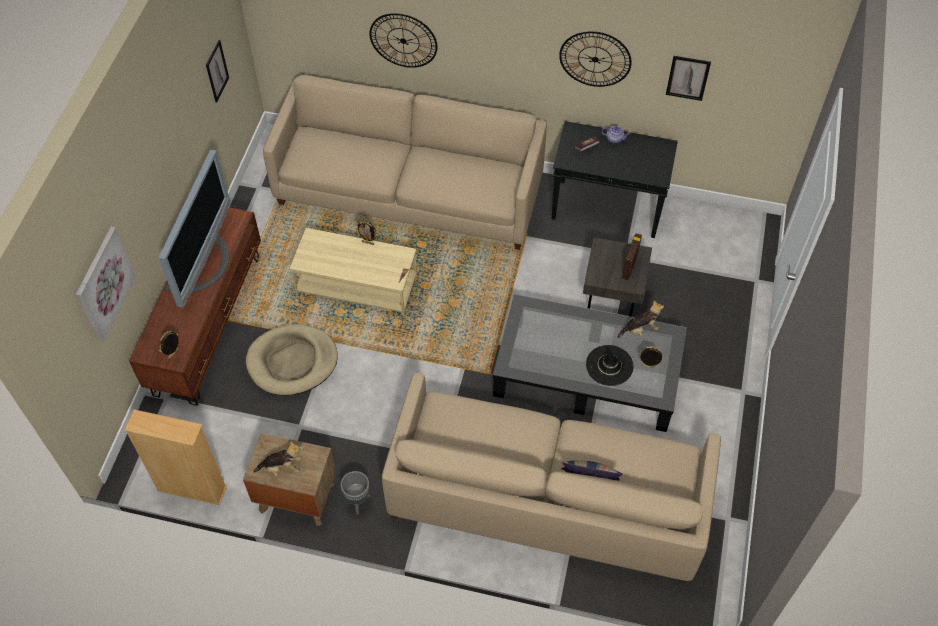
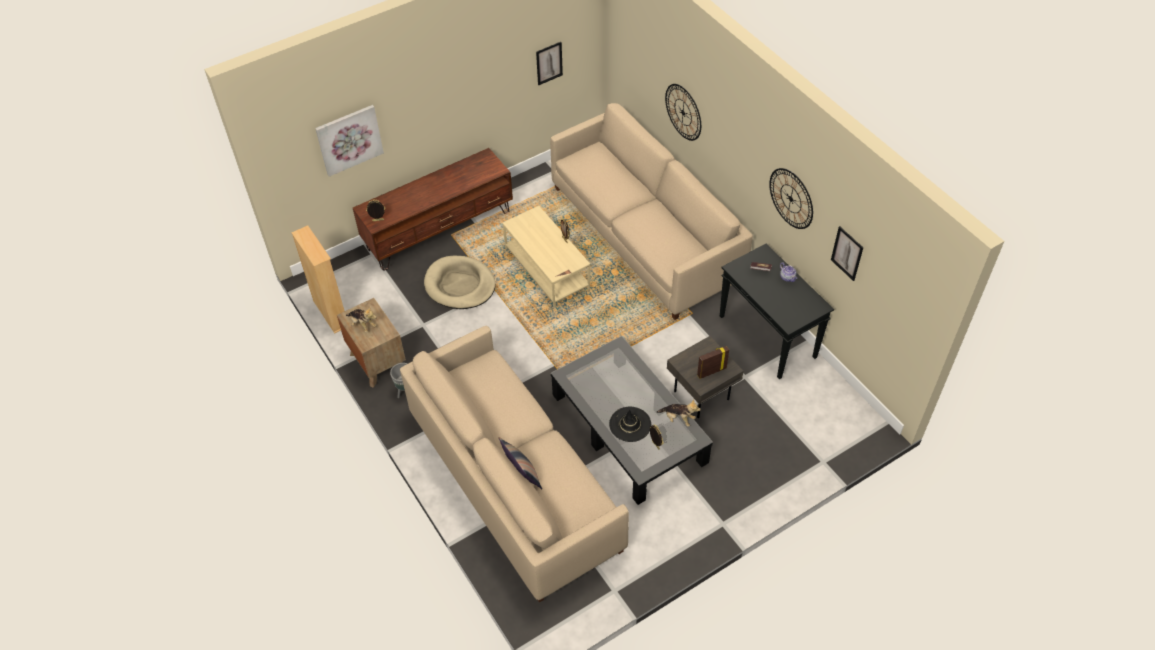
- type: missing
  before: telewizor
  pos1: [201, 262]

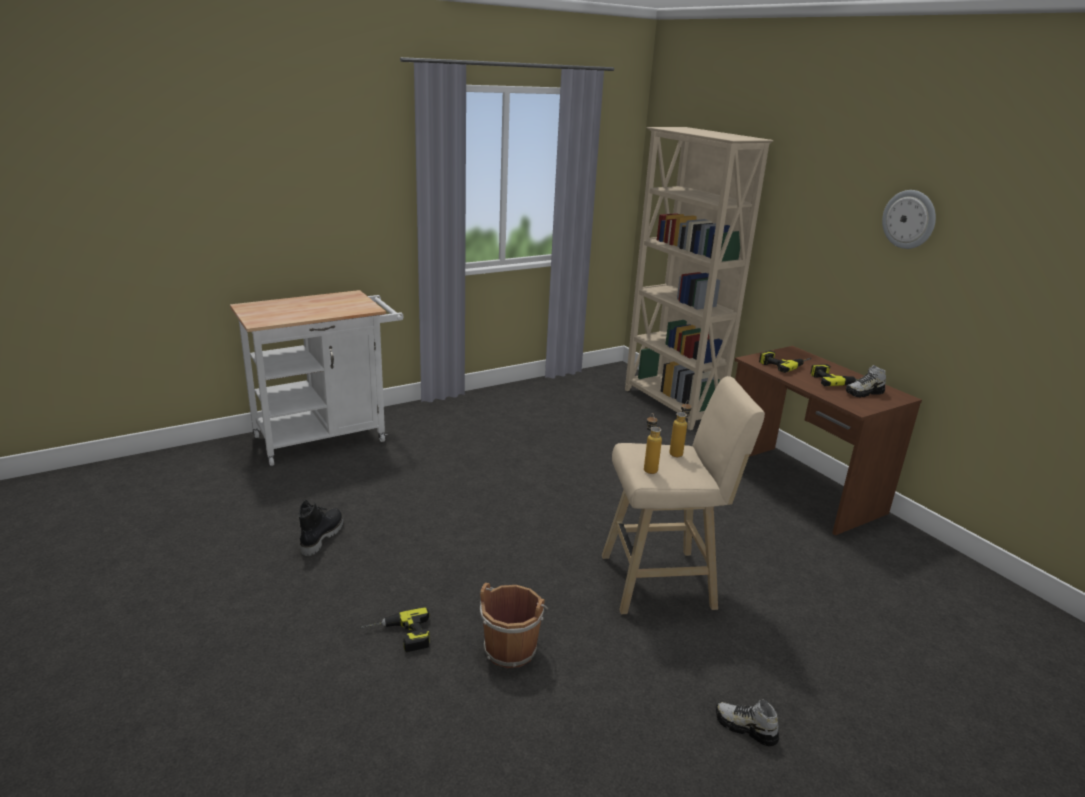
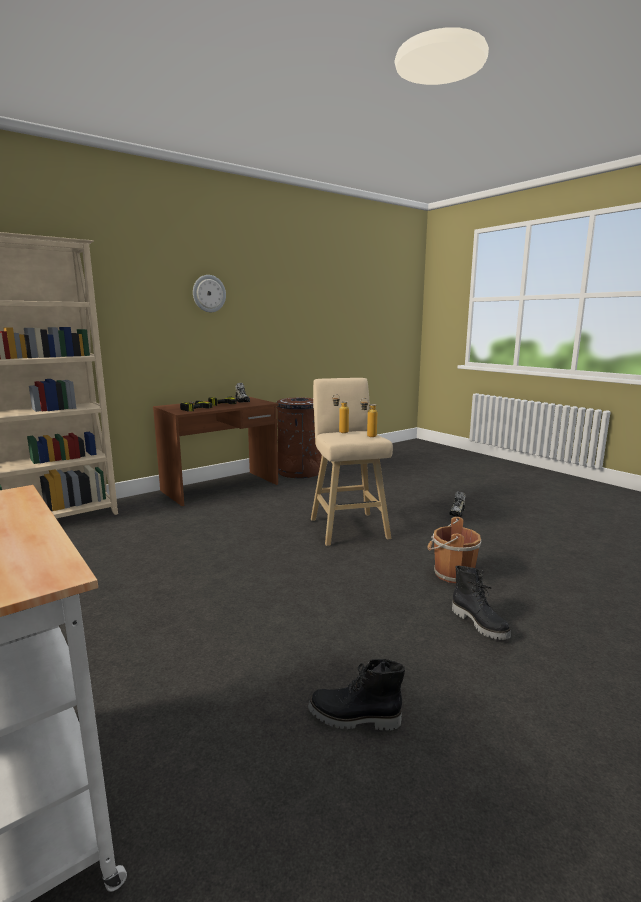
- type: appeared
  after: kosz na śmieci (brązowy)
  pos2: [300, 471]
- type: exchanged
  before: wiertarka
  after: but z cholewką (czarny)
  pos1: [398, 636]
  pos2: [480, 624]

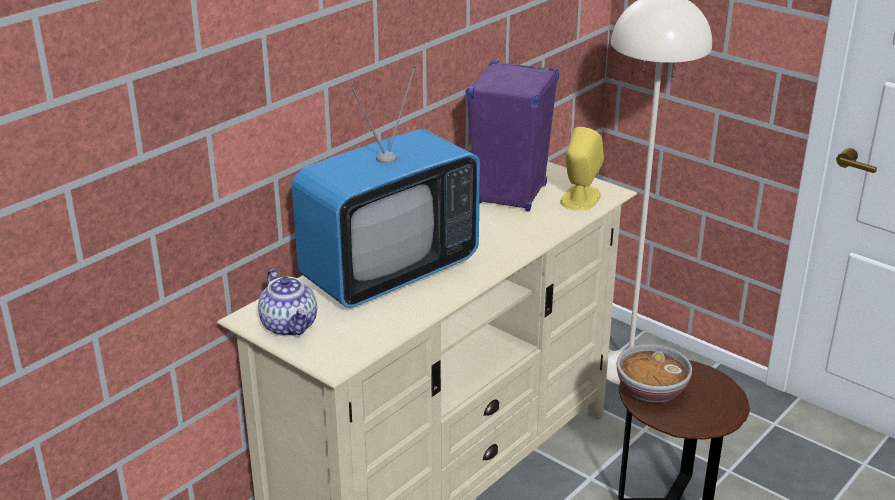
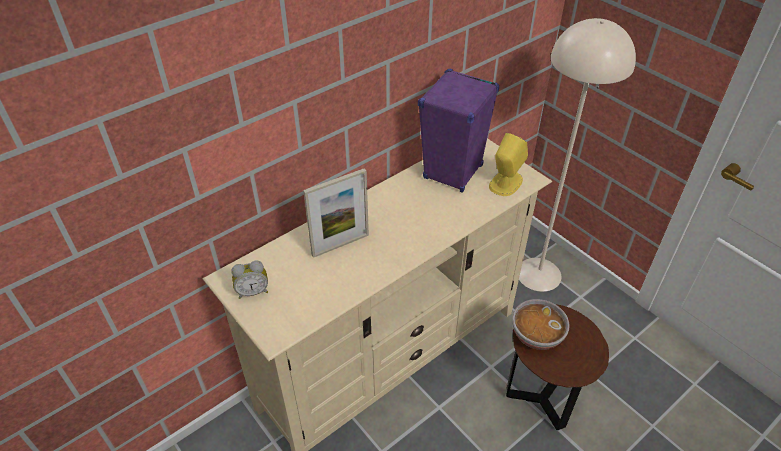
- type: exchanged
  before: imbryk
  after: budzik
  pos1: [290, 326]
  pos2: [253, 291]
- type: exchanged
  before: telewizor
  after: ramka na zdjęcie
  pos1: [389, 273]
  pos2: [340, 245]

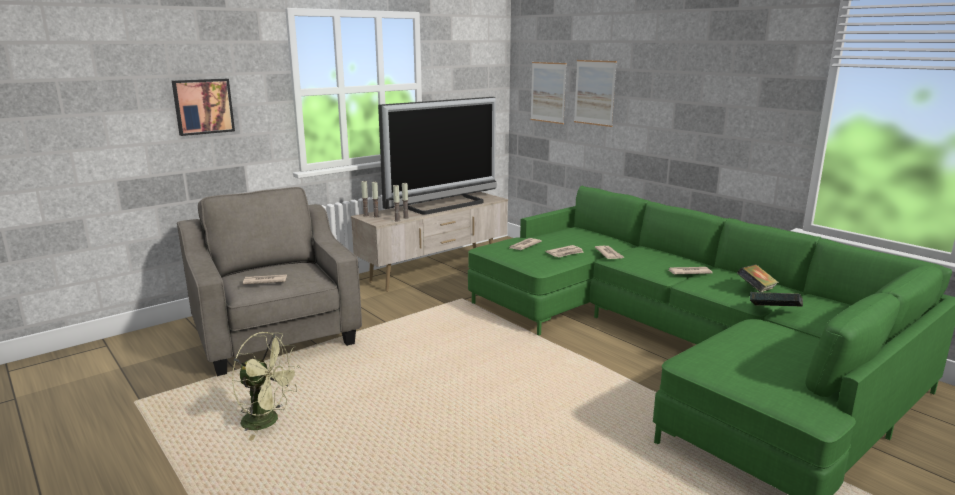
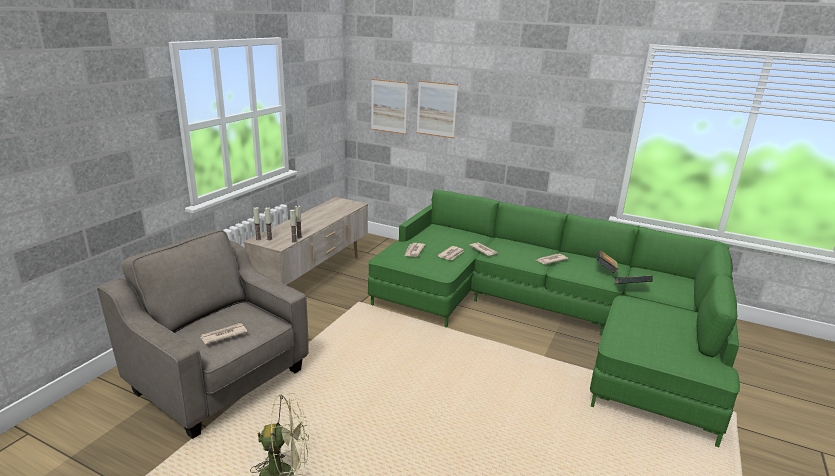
- type: missing
  before: obraz
  pos1: [203, 106]
- type: missing
  before: telewizor
  pos1: [446, 205]

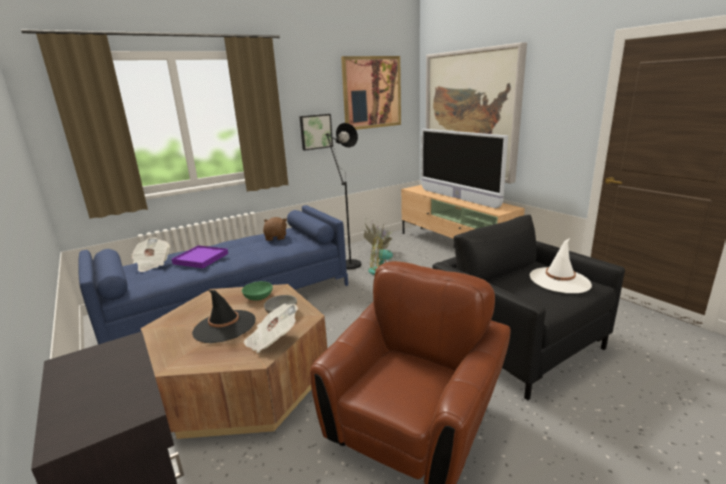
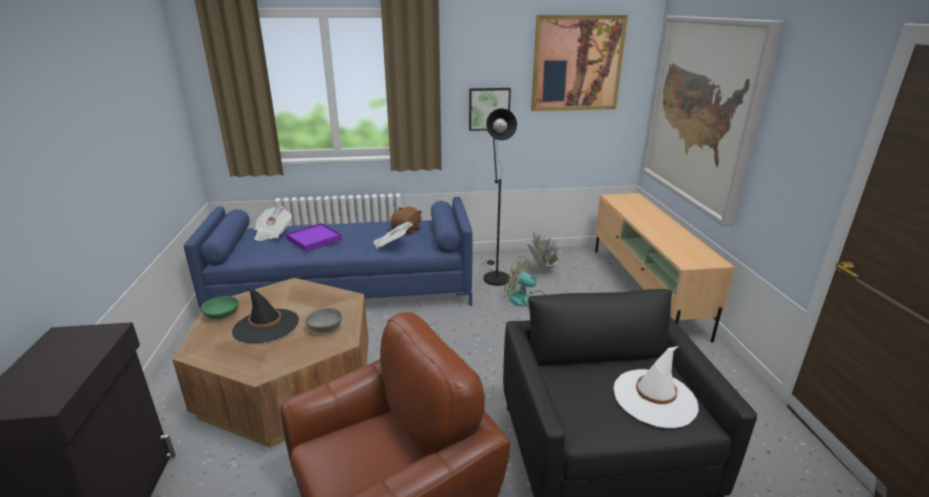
- type: relocated
  before: miska (zielony)
  pos1: [259, 297]
  pos2: [222, 315]
- type: relocated
  before: gazeta
  pos1: [272, 340]
  pos2: [392, 244]
- type: missing
  before: telewizor
  pos1: [457, 198]

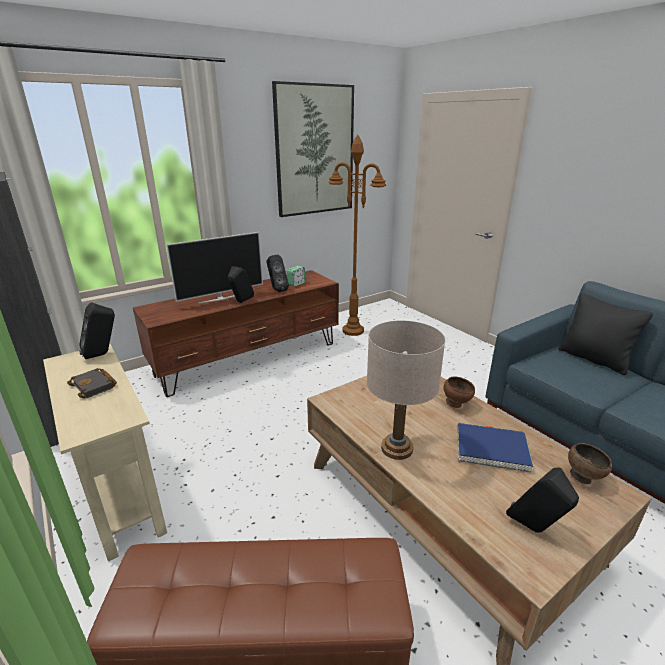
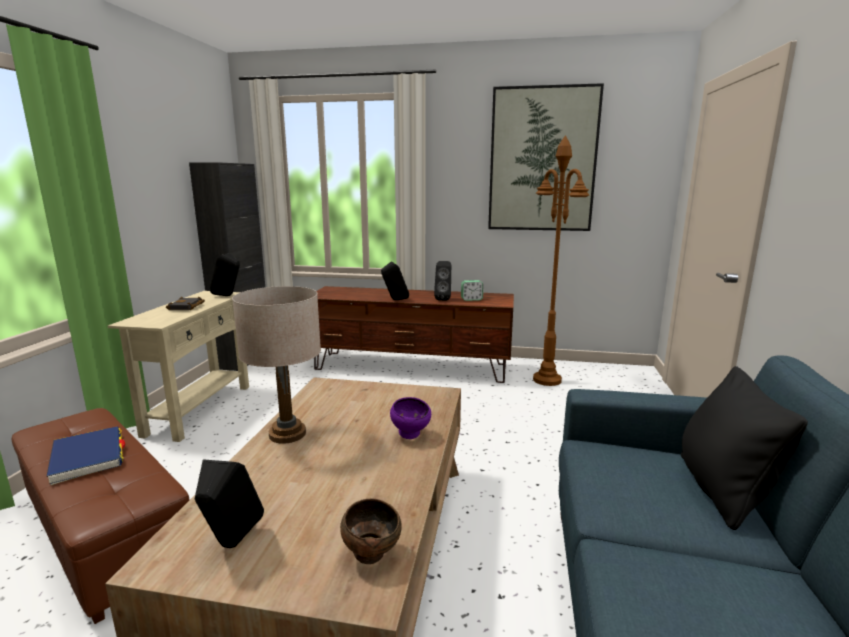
- type: relocated
  before: książka (niebieski)
  pos1: [491, 449]
  pos2: [88, 457]
- type: colour
  before: miska (brązowy)
  after: miska (fioletowy)
  pos1: [456, 404]
  pos2: [411, 435]
- type: missing
  before: telewizor
  pos1: [221, 298]

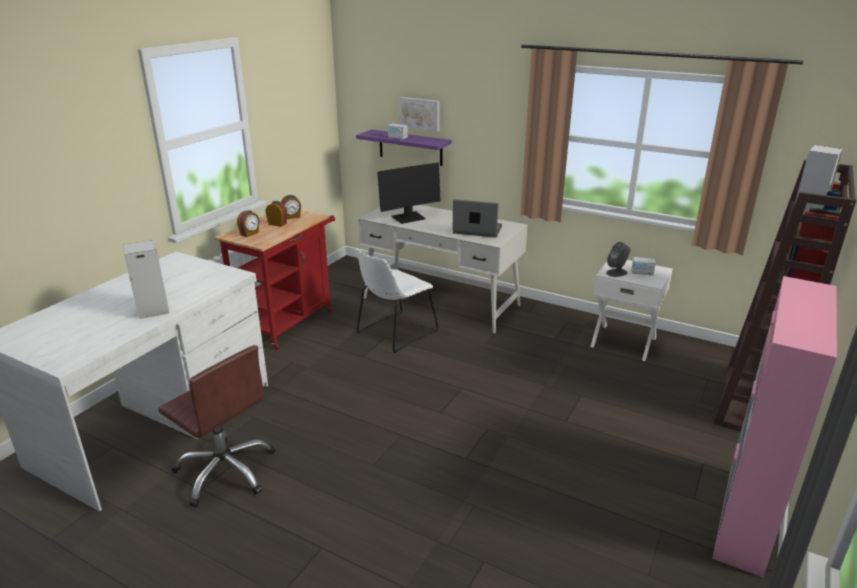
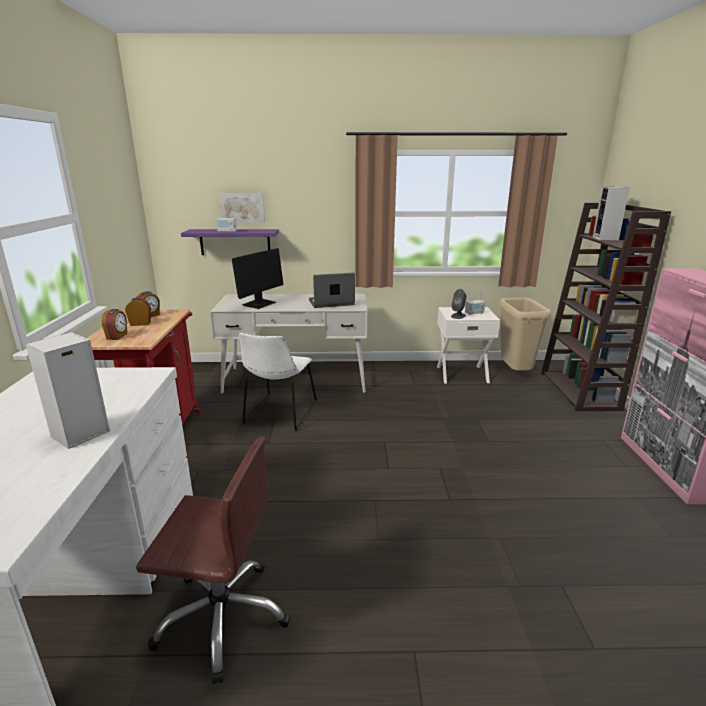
- type: appeared
  after: kosz na śmieci (beżowy)
  pos2: [515, 373]

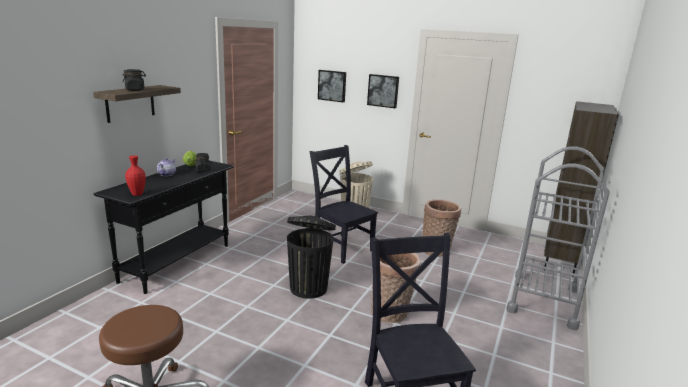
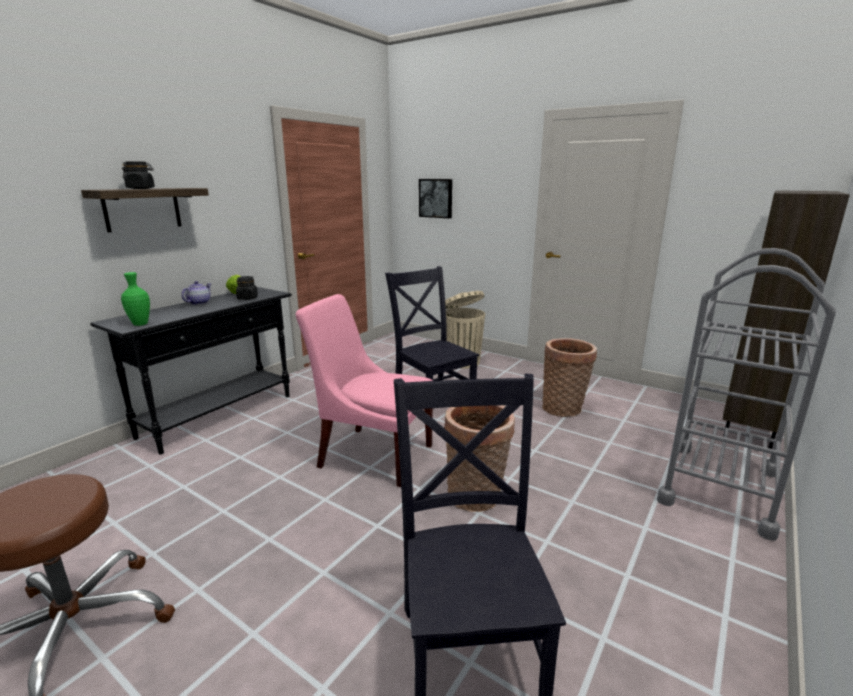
- type: colour
  before: wazon (czerwony)
  after: wazon (zielony)
  pos1: [137, 194]
  pos2: [140, 324]
- type: exchanged
  before: kosz na śmieci (czarny)
  after: krzesło (różowy)
  pos1: [309, 287]
  pos2: [372, 454]
- type: missing
  before: obraz
  pos1: [383, 91]

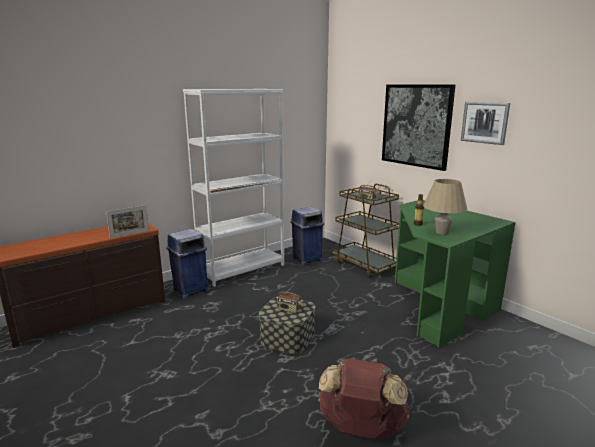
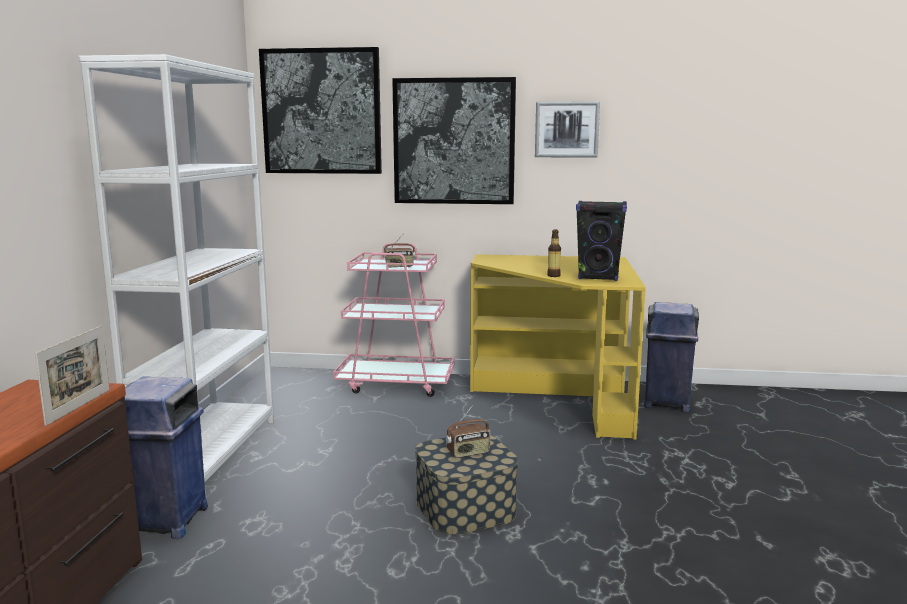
- type: appeared
  after: obraz
  pos2: [321, 111]
- type: colour
  before: wózek (brązowy)
  after: wózek (różowy)
  pos1: [365, 265]
  pos2: [396, 384]
- type: colour
  before: biurko (zielony)
  after: biurko (żółty)
  pos1: [435, 305]
  pos2: [557, 399]
- type: exchanged
  before: lampa stołowa (beżowy)
  after: głośnik (czarny)
  pos1: [442, 232]
  pos2: [598, 277]
- type: relocated
  before: kosz na śmieci (niebieski)
  pos1: [306, 259]
  pos2: [666, 403]
- type: missing
  before: plecak (brązowy)
  pos1: [361, 429]

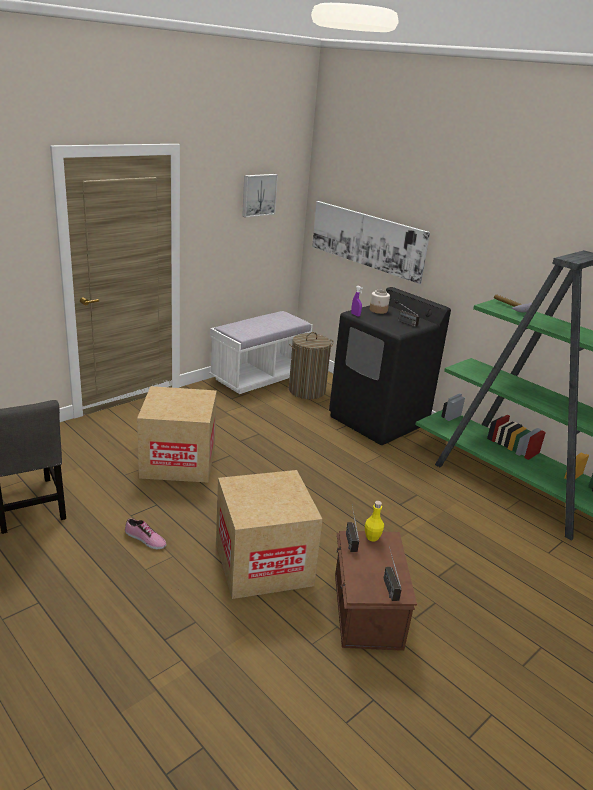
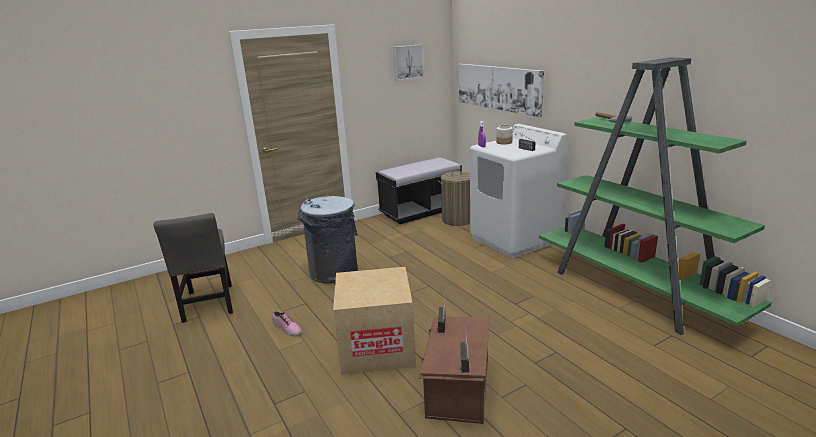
- type: exchanged
  before: karton
  after: kosz na śmieci (szary)
  pos1: [178, 461]
  pos2: [334, 272]
- type: colour
  before: ławka (biały)
  after: ławka (czarny)
  pos1: [259, 377]
  pos2: [420, 211]
- type: colour
  before: pralka (czarny)
  after: pralka (biały)
  pos1: [378, 420]
  pos2: [514, 239]
- type: missing
  before: butelka (żółty)
  pos1: [372, 537]

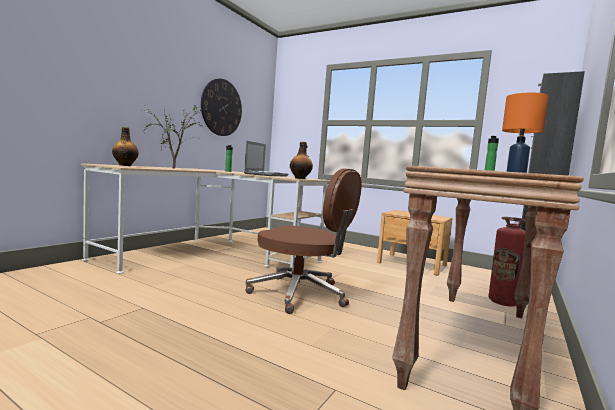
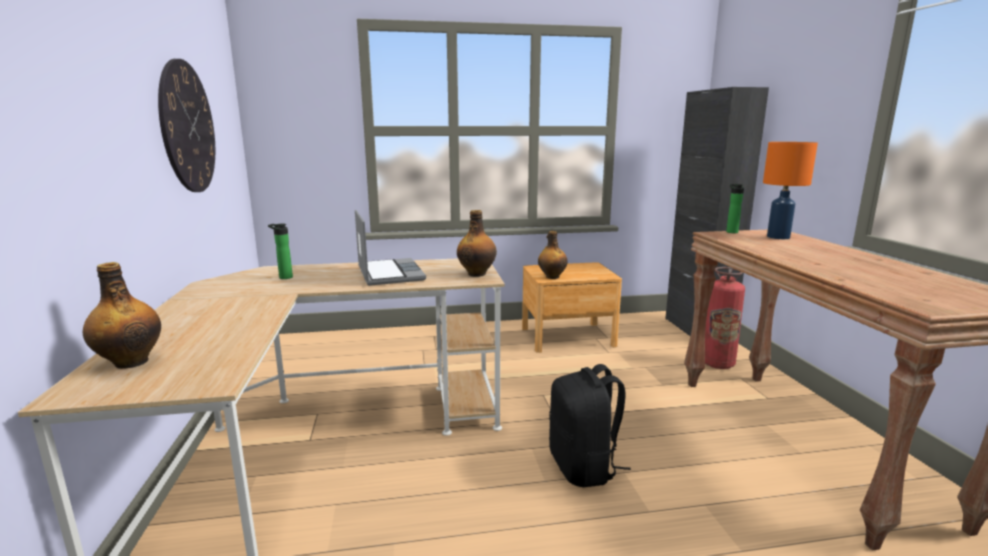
- type: appeared
  after: butelka
  pos2: [552, 277]
- type: exchanged
  before: krzesło biurowe (brązowy)
  after: plecak (czarny)
  pos1: [300, 294]
  pos2: [584, 467]
- type: missing
  before: roślina doniczkowa
  pos1: [175, 168]

